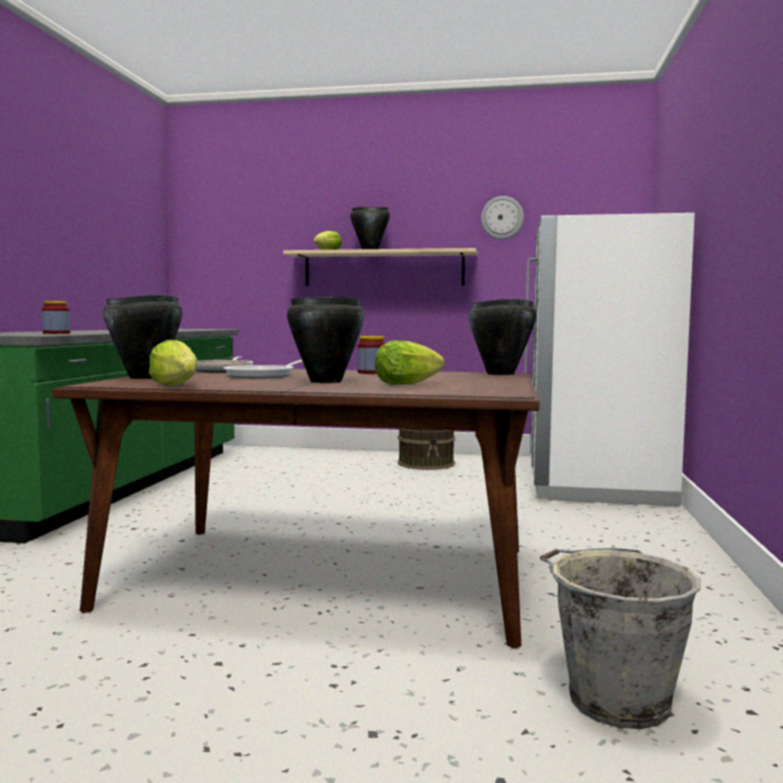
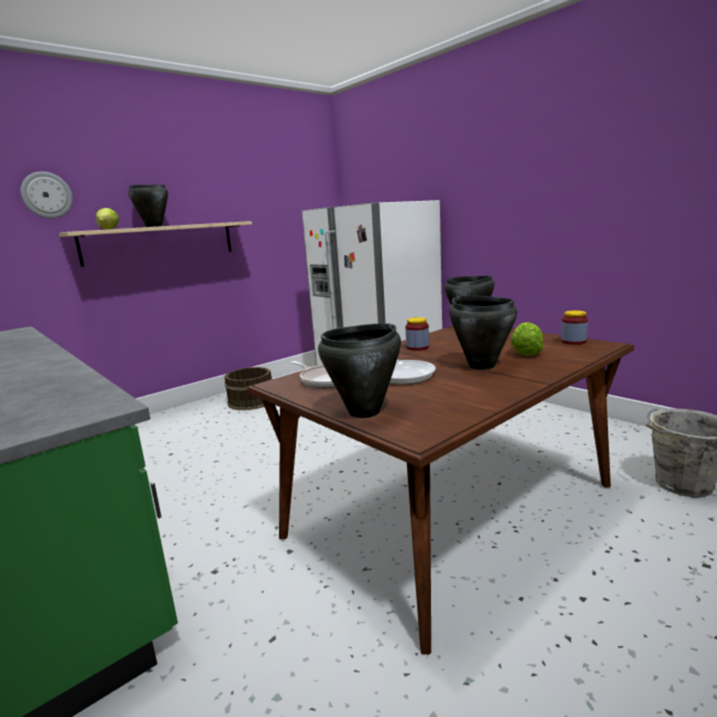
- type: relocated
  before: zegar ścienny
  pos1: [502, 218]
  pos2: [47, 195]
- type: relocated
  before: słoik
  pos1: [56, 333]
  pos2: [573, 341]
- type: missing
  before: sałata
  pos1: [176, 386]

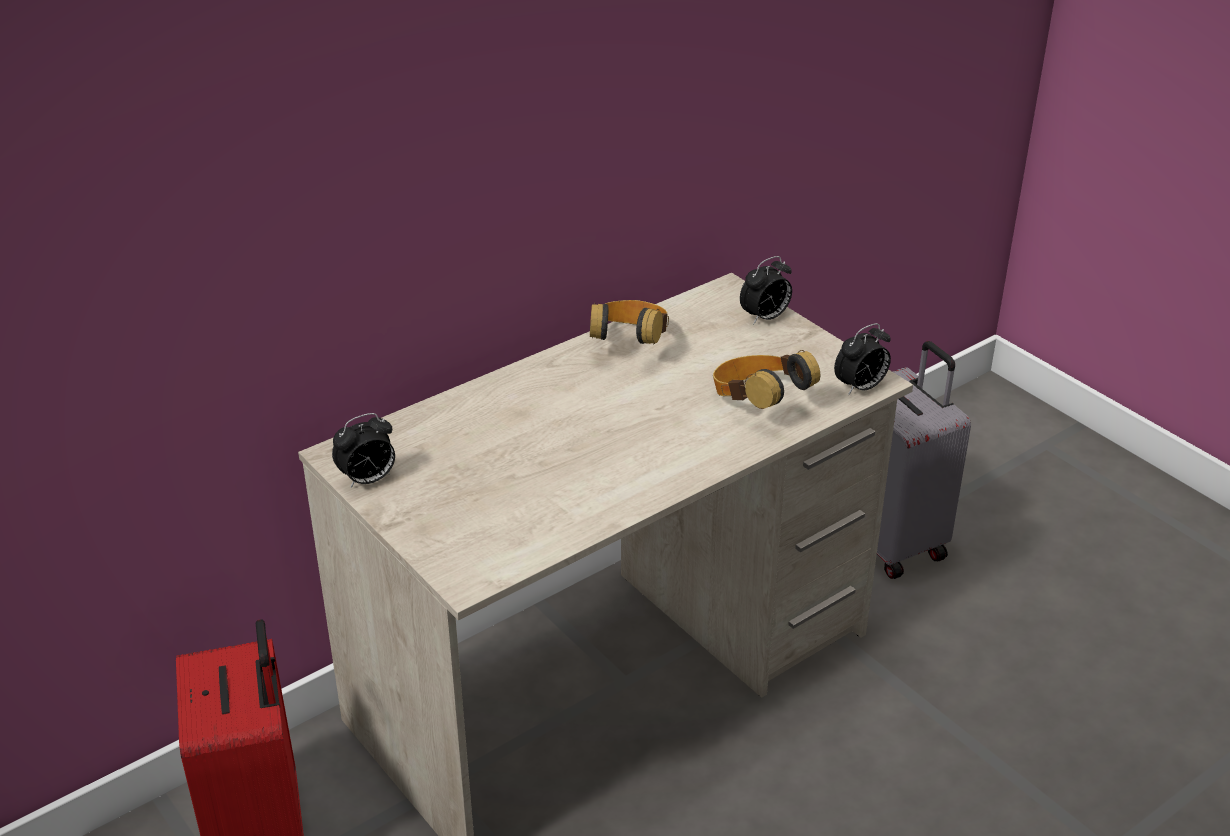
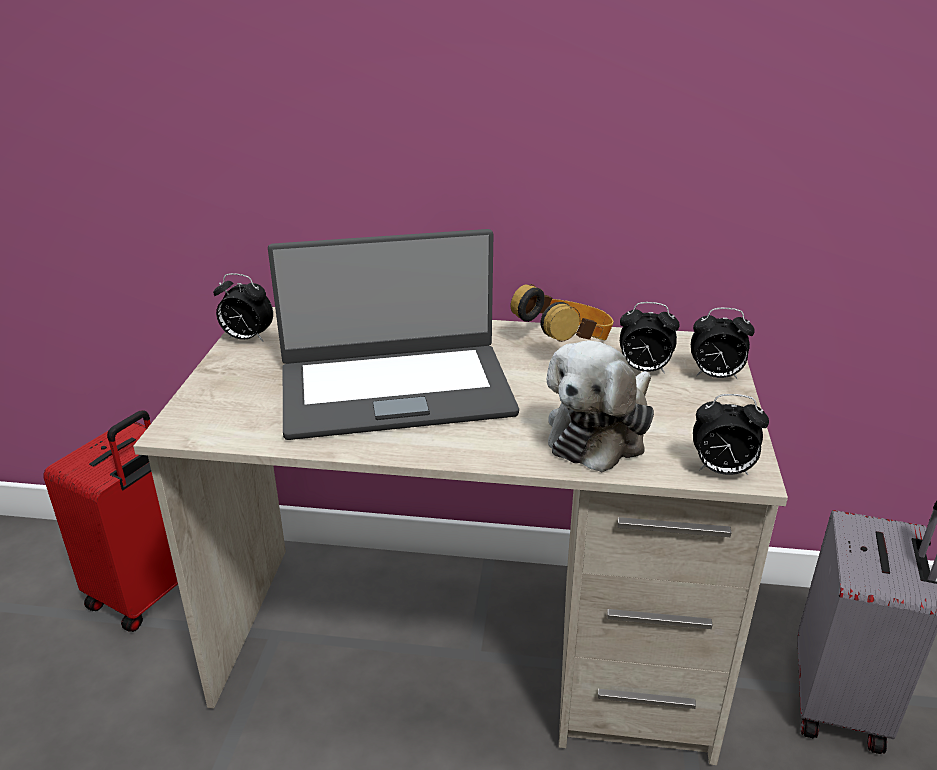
- type: appeared
  after: laptop
  pos2: [395, 389]
- type: exchanged
  before: słuchawki
  after: pluszak
  pos1: [758, 403]
  pos2: [601, 433]
- type: appeared
  after: budzik
  pos2: [643, 370]

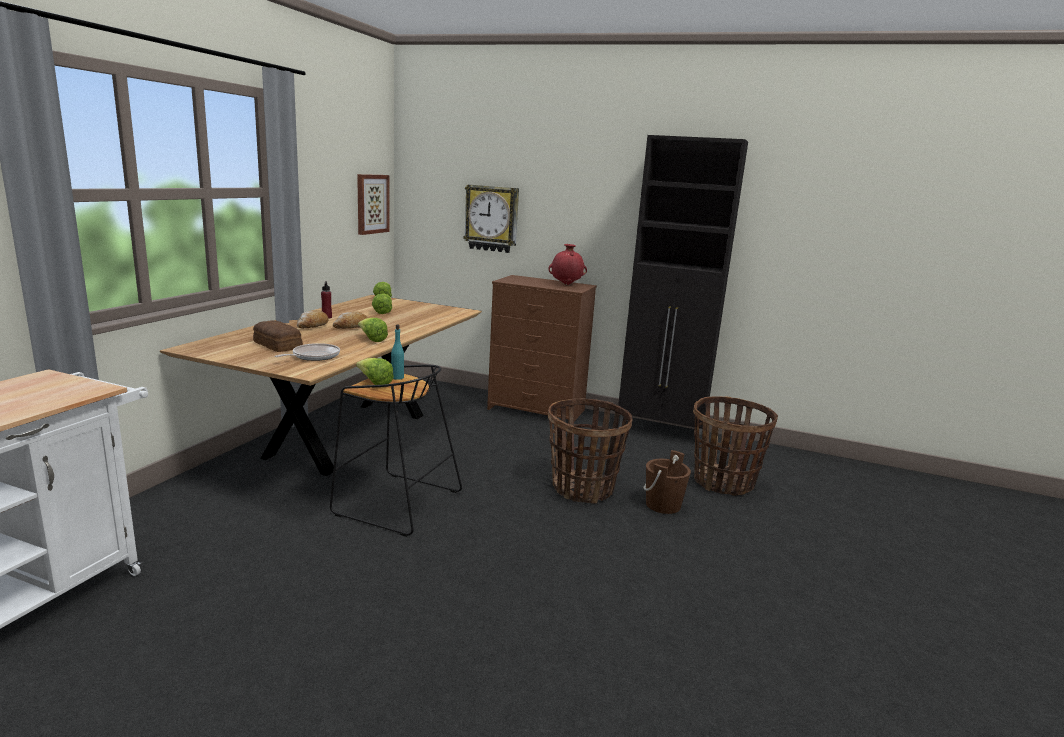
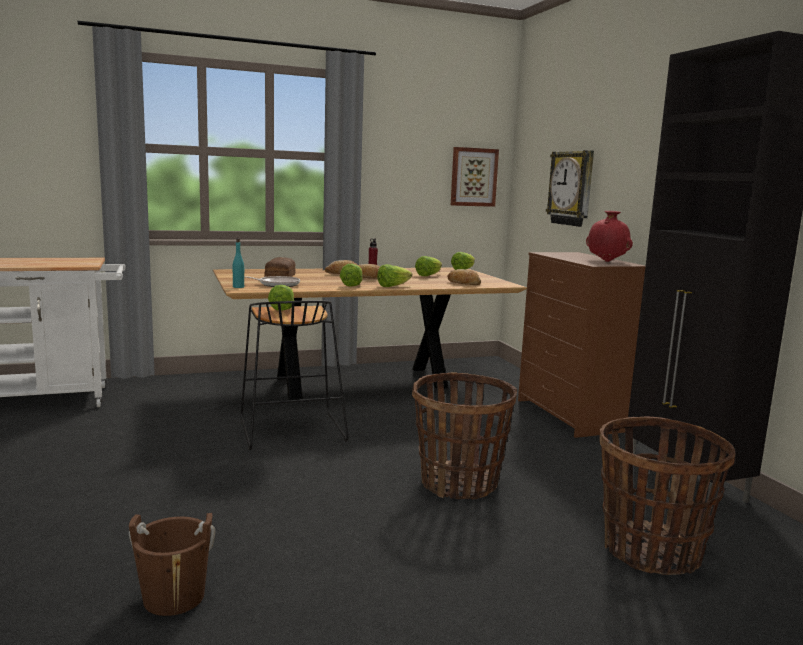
- type: relocated
  before: wiadro (brązowy)
  pos1: [663, 505]
  pos2: [174, 597]
- type: relocated
  before: butelka (turkusowy)
  pos1: [397, 377]
  pos2: [238, 287]
- type: appeared
  after: sałata
  pos2: [393, 286]
- type: appeared
  after: chleb
  pos2: [463, 283]

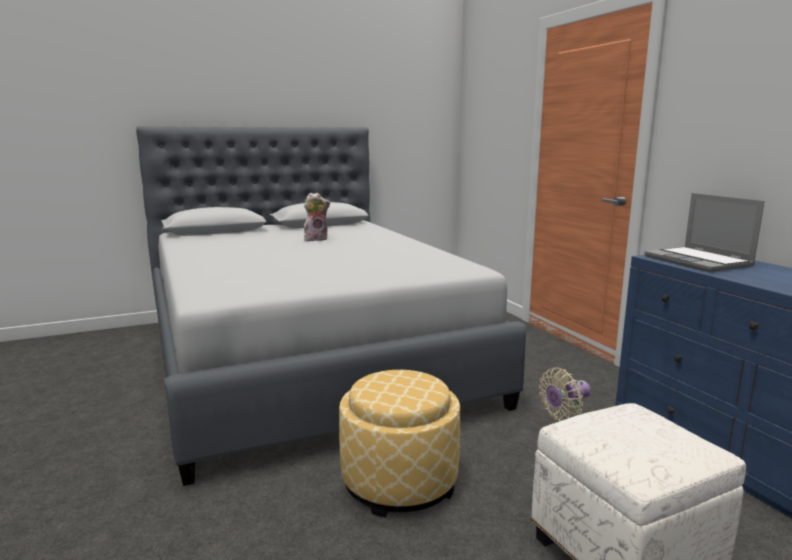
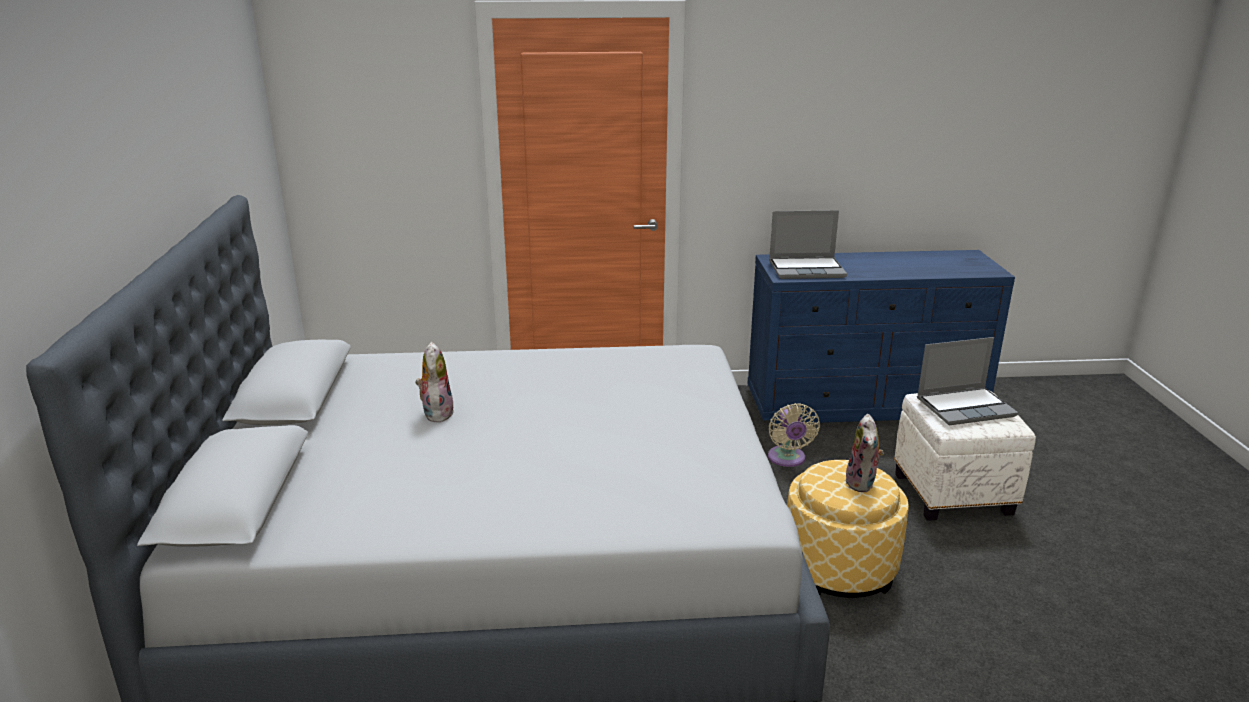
- type: appeared
  after: pluszak
  pos2: [862, 483]
- type: appeared
  after: laptop
  pos2: [965, 407]

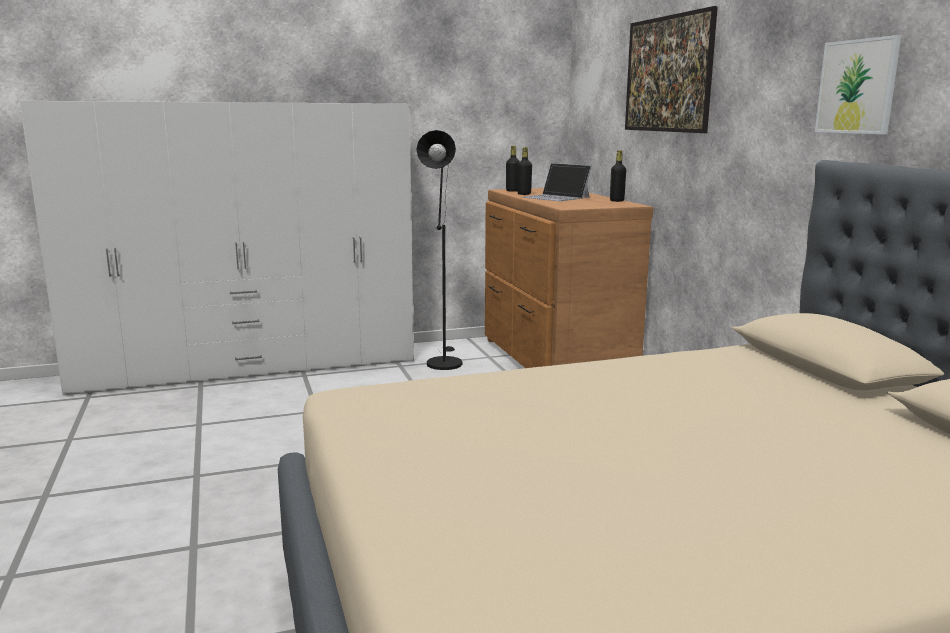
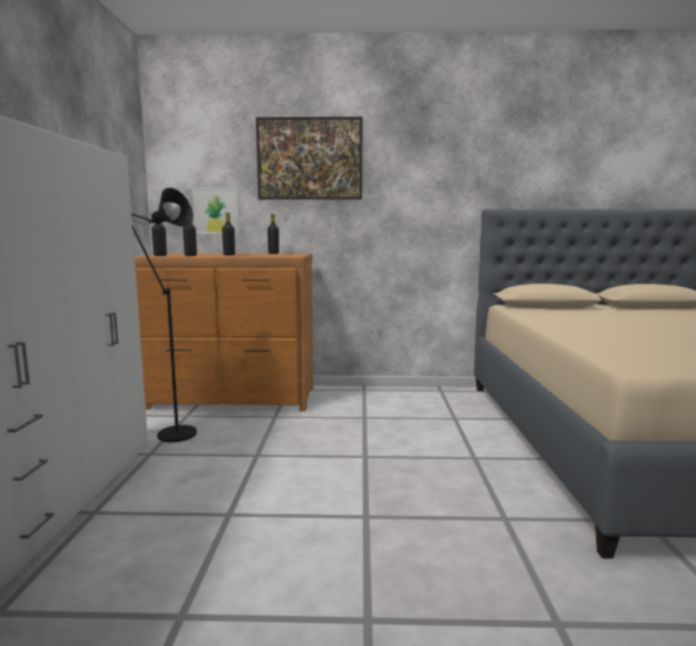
- type: relocated
  before: obraz
  pos1: [857, 87]
  pos2: [216, 210]
- type: exchanged
  before: laptop
  after: butelka (czarny)
  pos1: [556, 197]
  pos2: [229, 255]

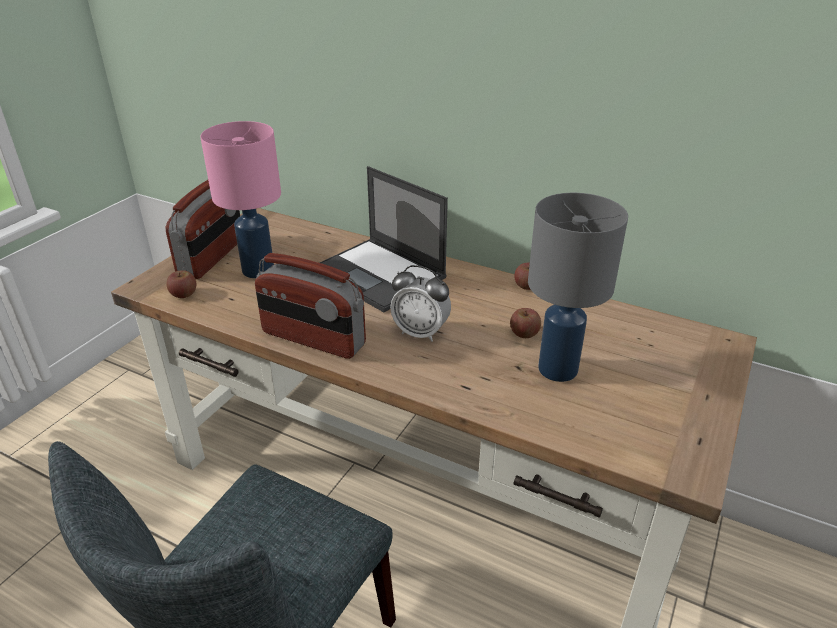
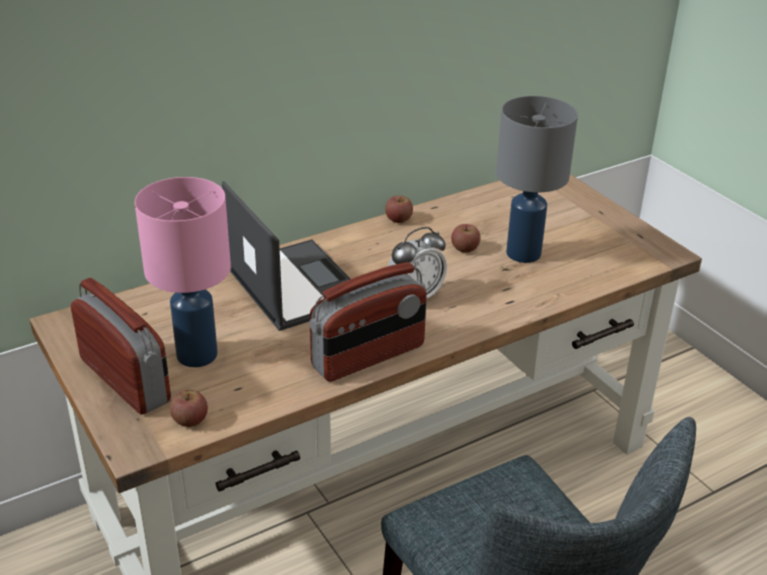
- type: spun
  before: laptop
  pos1: [379, 275]
  pos2: [295, 284]
  turn: -105

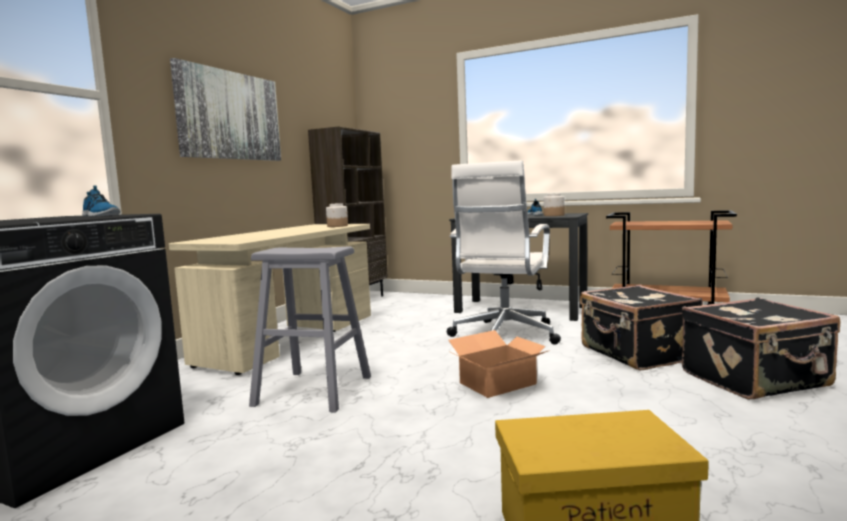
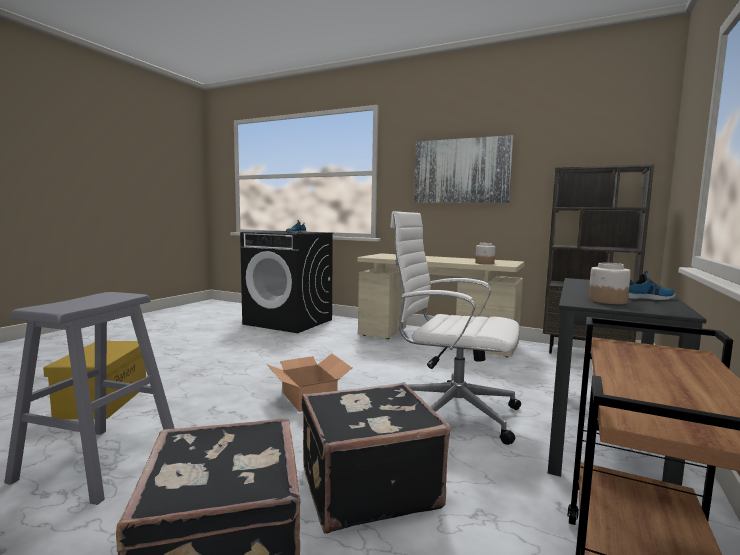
- type: relocated
  before: stołek (szary)
  pos1: [314, 390]
  pos2: [98, 463]

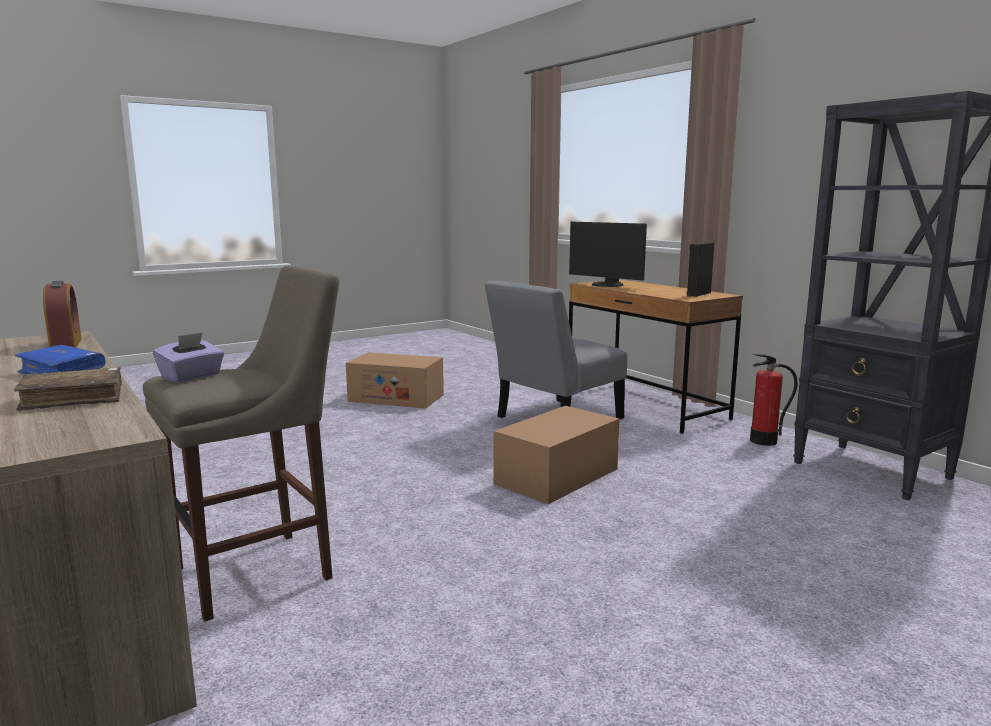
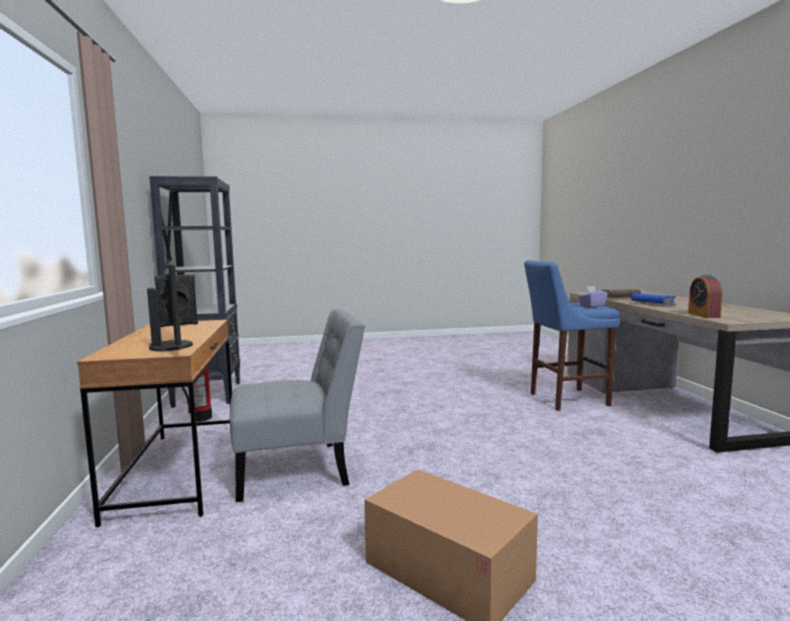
- type: colour
  before: stołek (beżowy)
  after: stołek (niebieski)
  pos1: [261, 571]
  pos2: [565, 399]
- type: missing
  before: karton
  pos1: [557, 476]

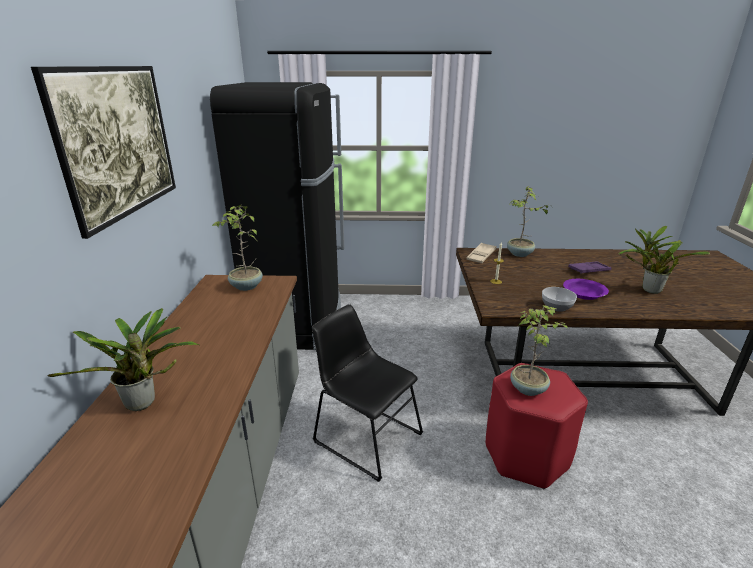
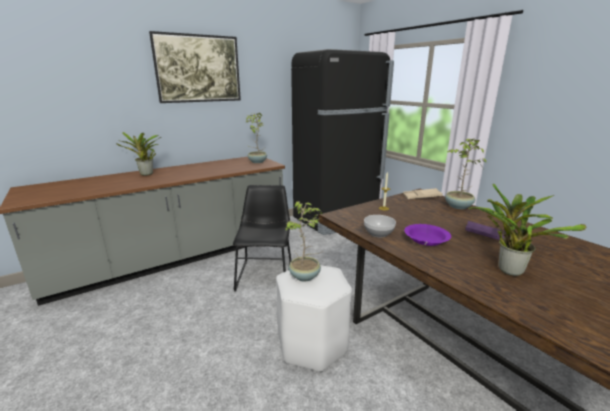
- type: colour
  before: stołek (czerwony)
  after: stołek (biały)
  pos1: [526, 456]
  pos2: [312, 344]

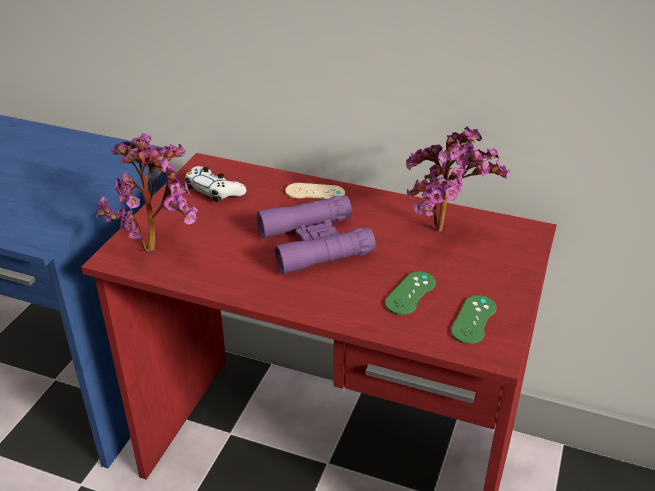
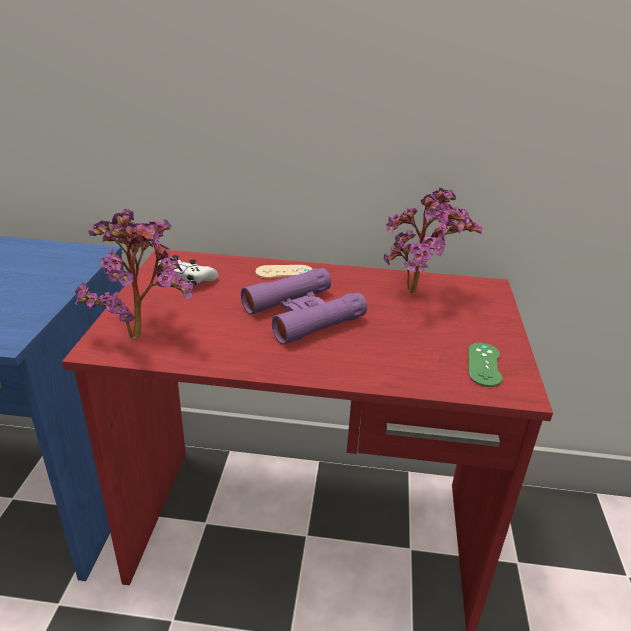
- type: missing
  before: pad do gier (zielony)
  pos1: [410, 293]

